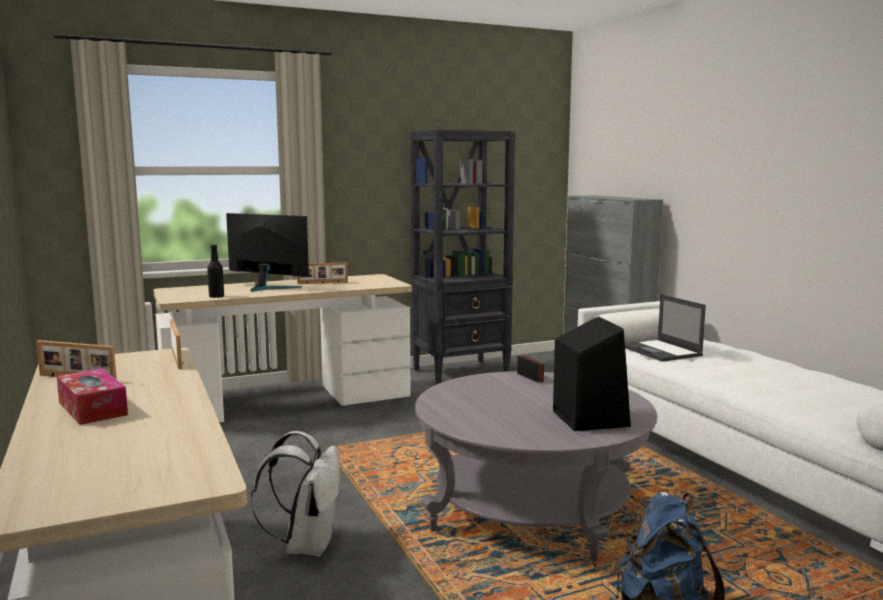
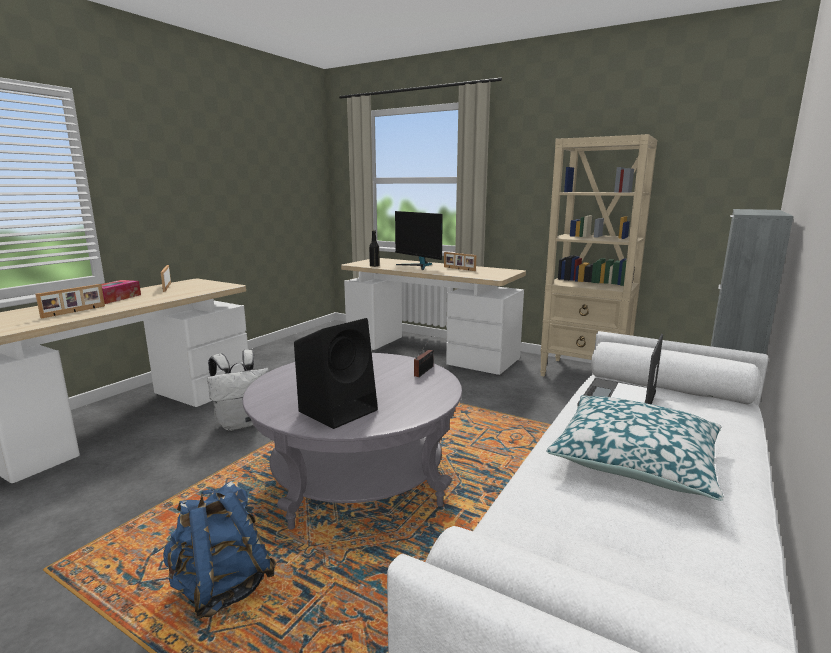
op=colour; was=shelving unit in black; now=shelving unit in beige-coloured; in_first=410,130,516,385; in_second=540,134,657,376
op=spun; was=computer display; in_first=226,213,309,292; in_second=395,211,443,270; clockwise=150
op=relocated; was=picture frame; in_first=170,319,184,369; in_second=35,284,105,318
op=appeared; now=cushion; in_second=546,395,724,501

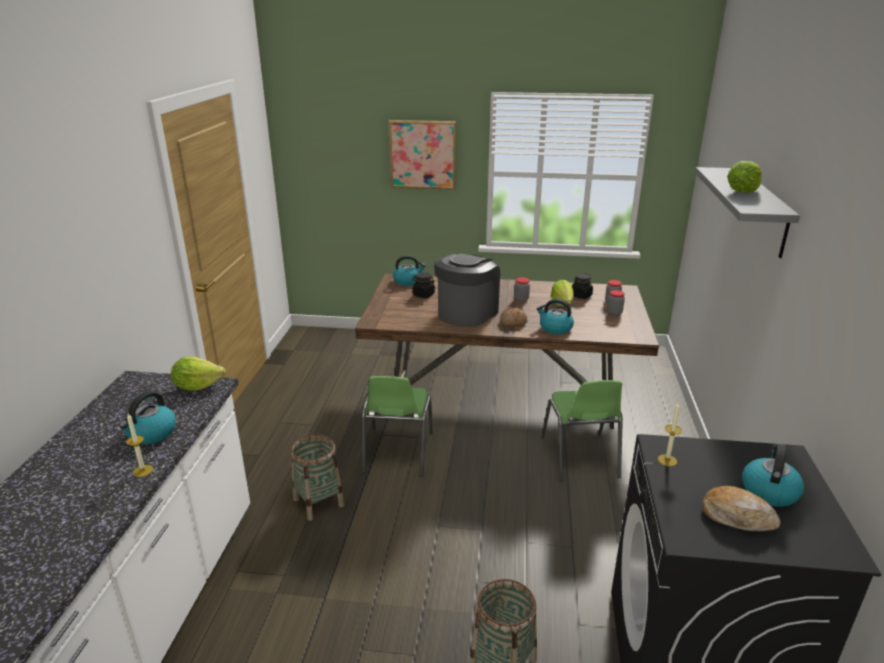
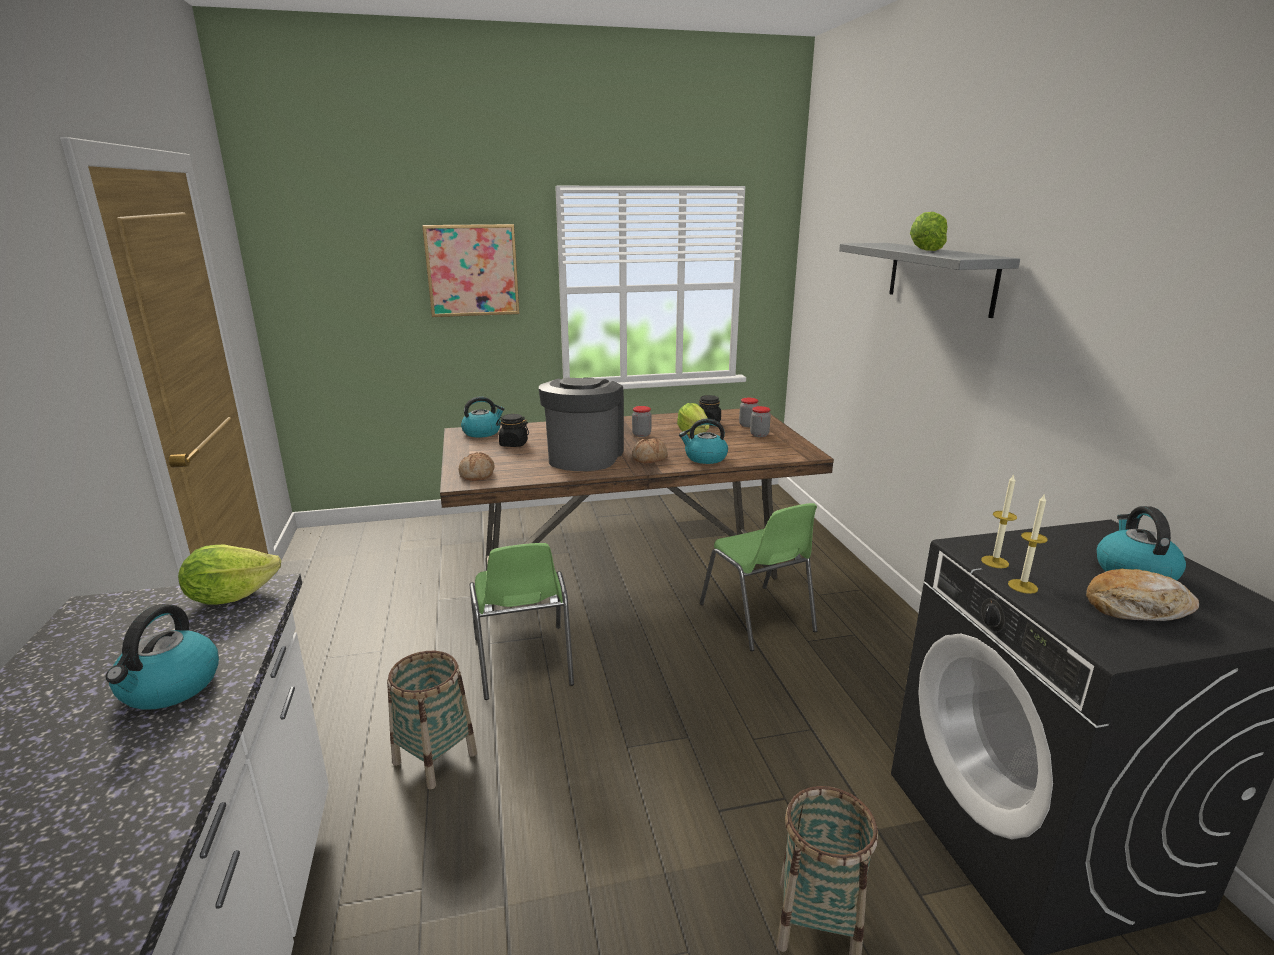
op=relocated; was=wax candle; in_first=126,414,153,477; in_second=1008,493,1048,594
op=appeared; now=baked bread; in_second=459,452,495,481

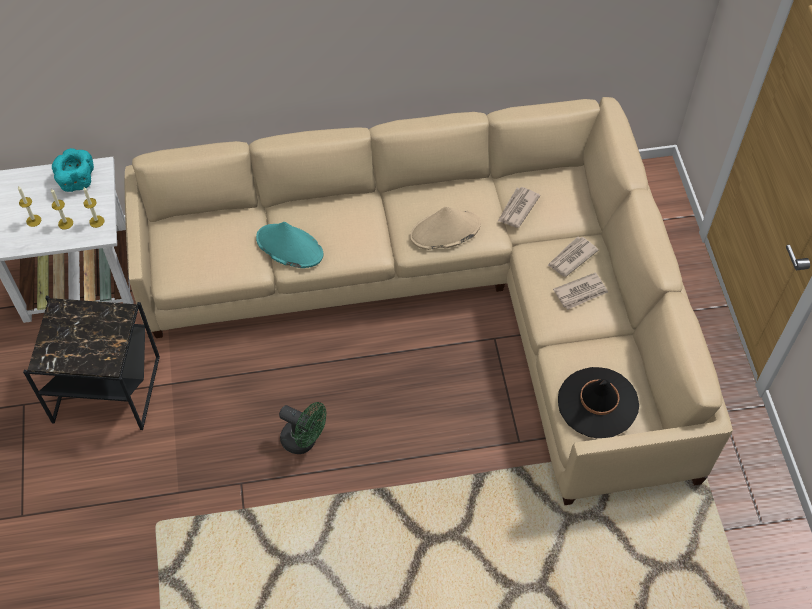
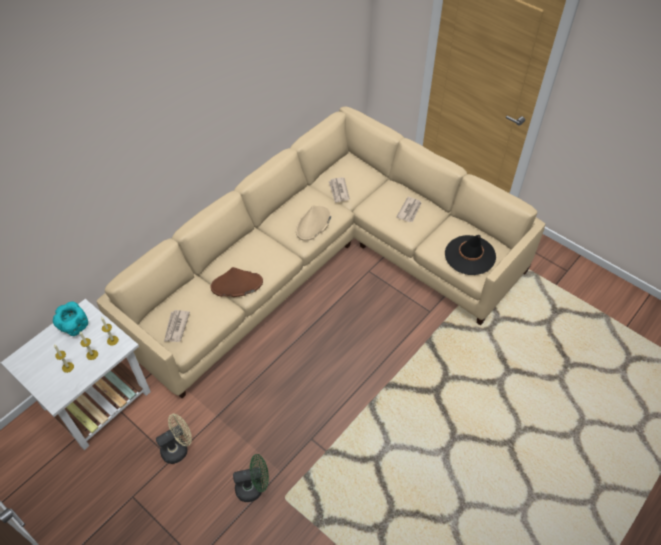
op=colour; was=wearable hat in turquoise-coloured; now=wearable hat in brownish; in_first=256,222,323,268; in_second=210,267,263,297
op=relocated; was=newspaper; in_first=547,237,599,277; in_second=164,310,190,342
op=exchanged; was=end table in black; now=fan in beige-coloured; in_first=23,296,160,430; in_second=156,414,192,464
op=relocated; was=fan in green-coloured; in_first=279,402,326,454; in_second=233,454,269,502

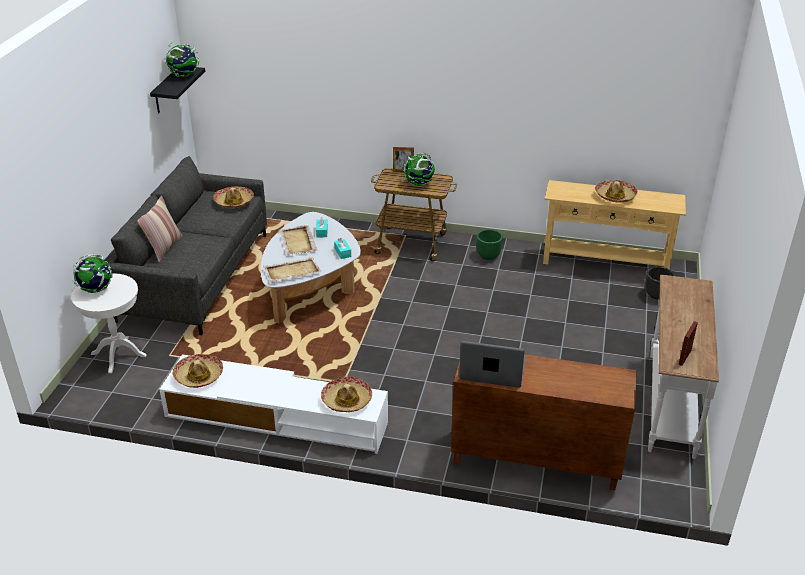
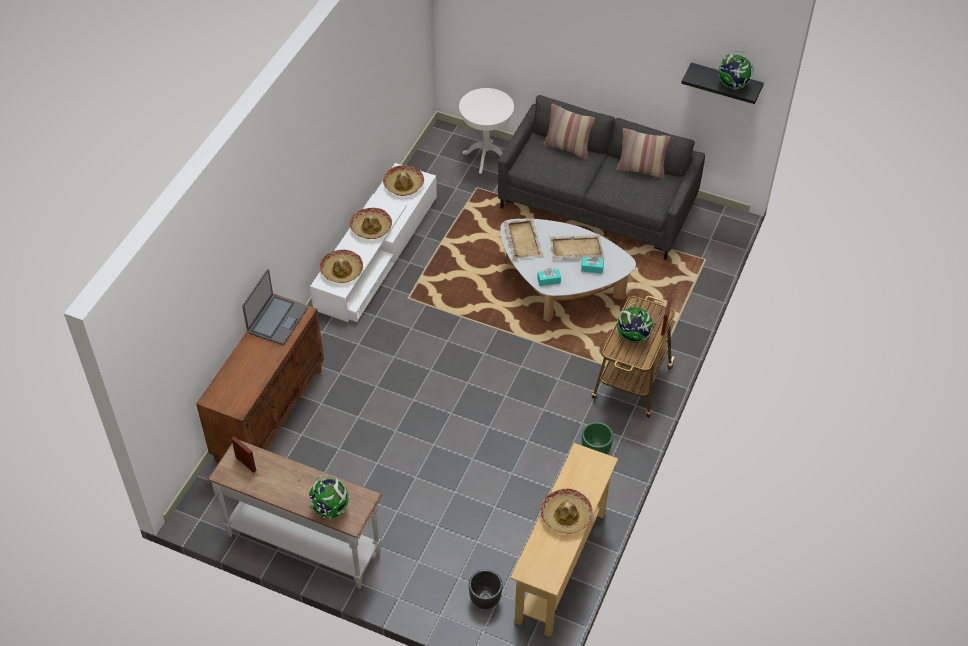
op=relocated; was=wearable hat; in_first=213,186,254,208; in_second=349,208,392,239
op=relocated; was=desk globe; in_first=73,254,113,293; in_second=309,475,350,519
op=appeared; now=cushion; in_second=617,128,671,179

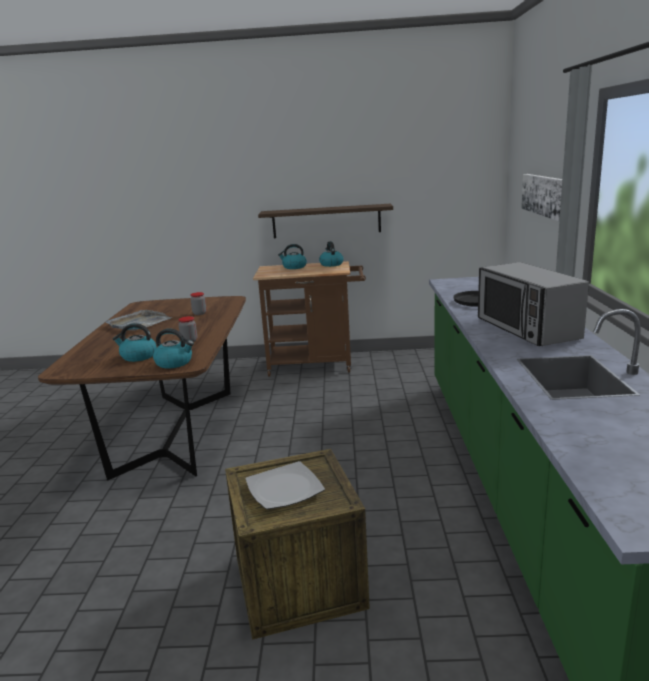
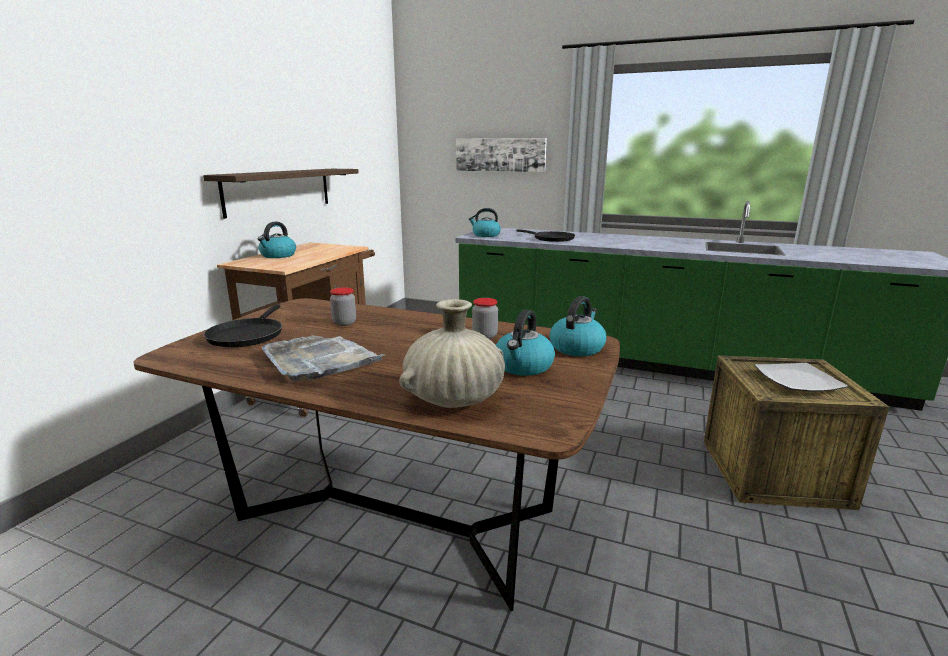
op=relocated; was=water kettle; in_first=319,241,344,267; in_second=468,208,501,237
op=missing; was=microwave; in_first=478,262,589,346
op=appeared; now=vase in beige-coloured; in_second=399,299,505,408
op=appeared; now=skillet in black; in_second=204,305,282,347

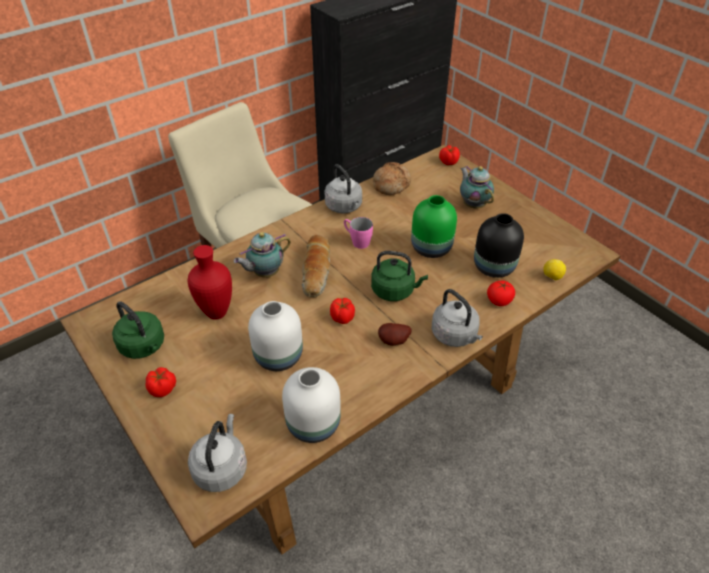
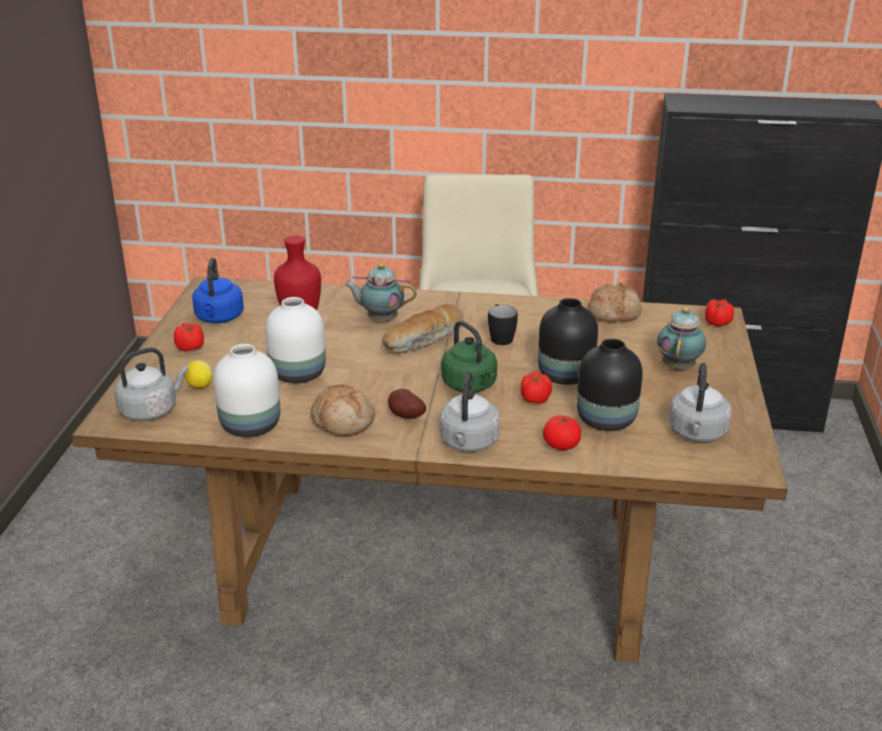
op=relocated; was=water kettle in greyish; in_first=325,164,362,214; in_second=668,362,732,442
op=colour; was=vase in green-coloured; now=vase in black; in_first=411,195,457,258; in_second=538,298,598,385
op=colour; was=coffee mug in pinkish; now=coffee mug in black; in_first=344,217,373,249; in_second=488,304,518,345
op=relocated; was=lemon; in_first=543,259,566,280; in_second=184,360,213,388
op=relocated; was=whole tomato; in_first=330,298,355,324; in_second=520,372,552,404
op=colour; was=water kettle in green-coloured; now=water kettle in blue; in_first=112,301,164,359; in_second=192,257,244,323
op=appeared; now=baked bread; in_second=311,384,375,436

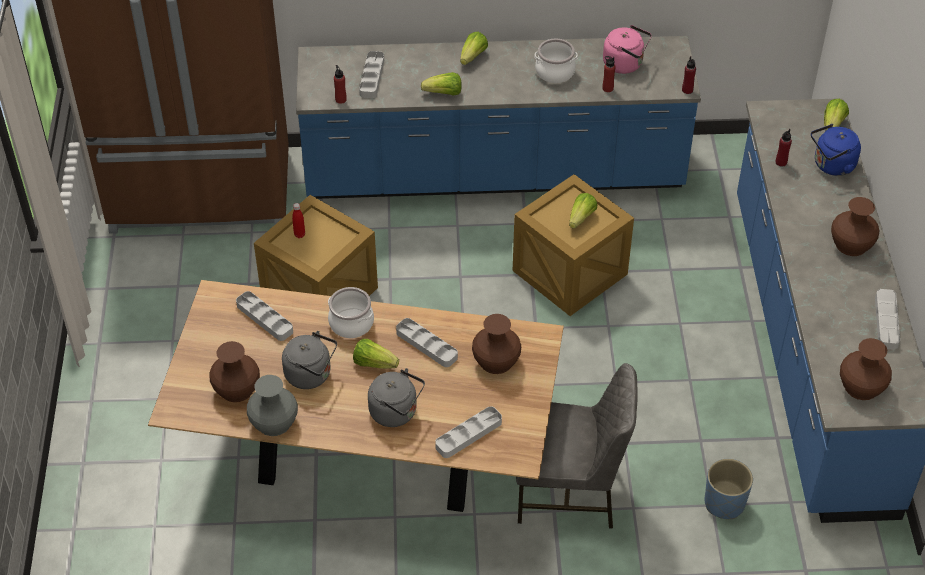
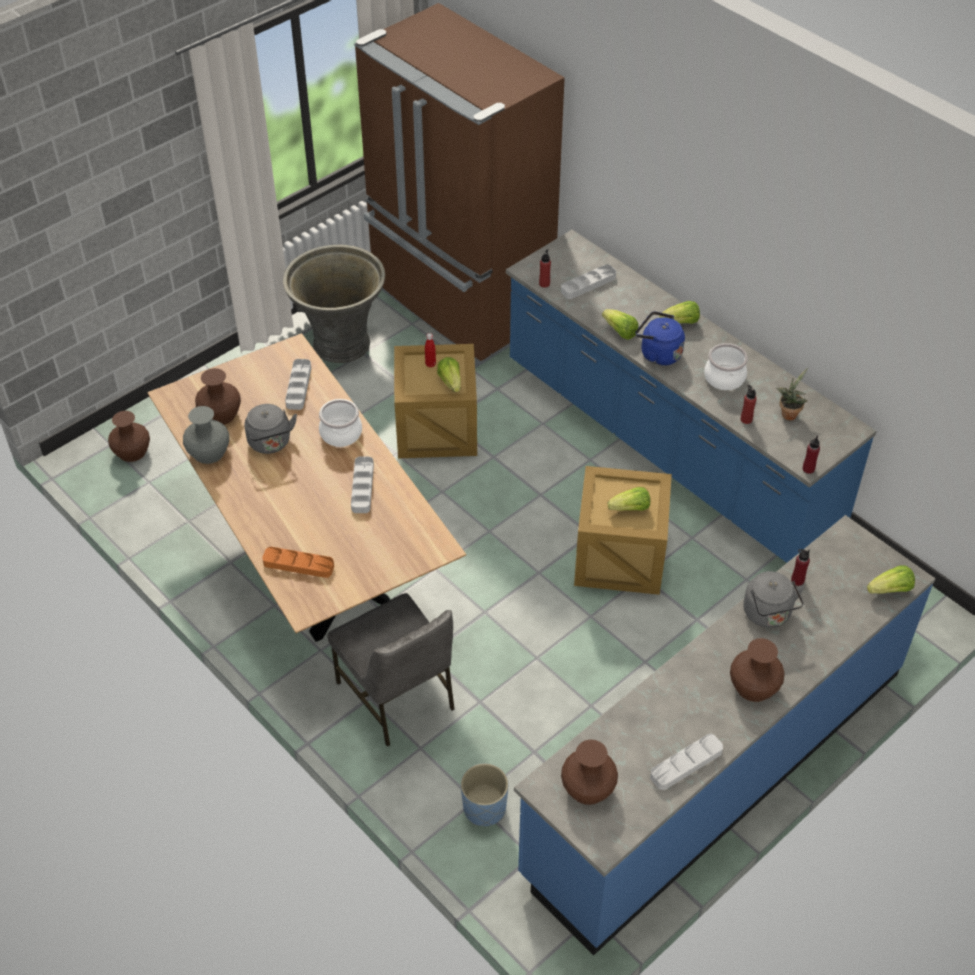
op=exchanged; was=water kettle in pinkish; now=potted plant; in_first=603,25,652,74; in_second=776,368,808,420
op=relocated; was=water kettle in blue; in_first=811,124,861,176; in_second=635,311,685,366
op=relocated; was=vase in brownish; in_first=472,314,521,374; in_second=108,411,150,462
op=relocated; was=lettuce; in_first=353,339,399,369; in_second=437,357,461,392
op=relocated; was=water kettle in greyish; in_first=368,368,425,427; in_second=743,571,804,628
op=colour; was=tray in greyish; now=tray in orange-coloured; in_first=435,406,502,458; in_second=262,547,334,578
op=appeared; now=flower pot in greyish; in_second=283,245,385,363

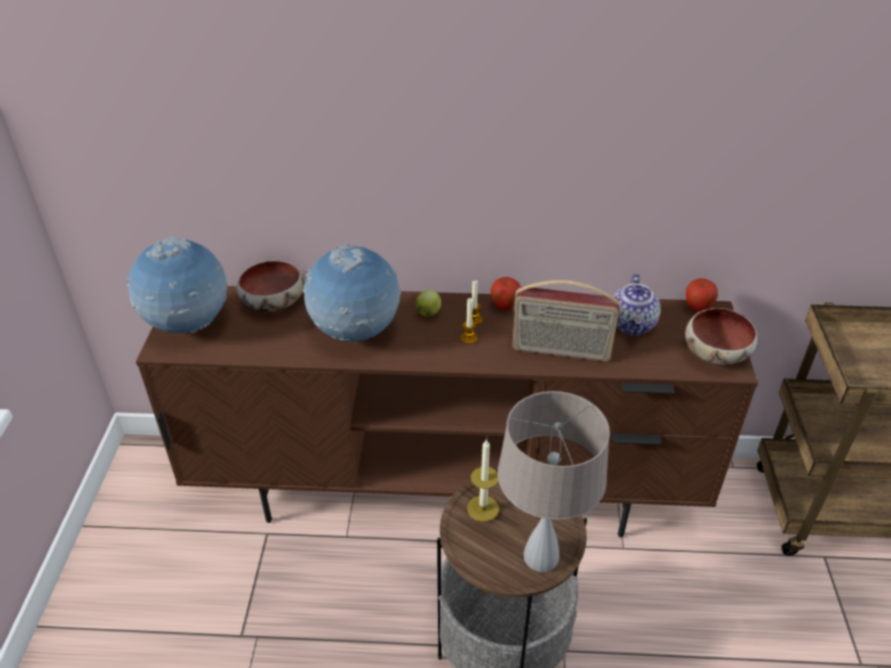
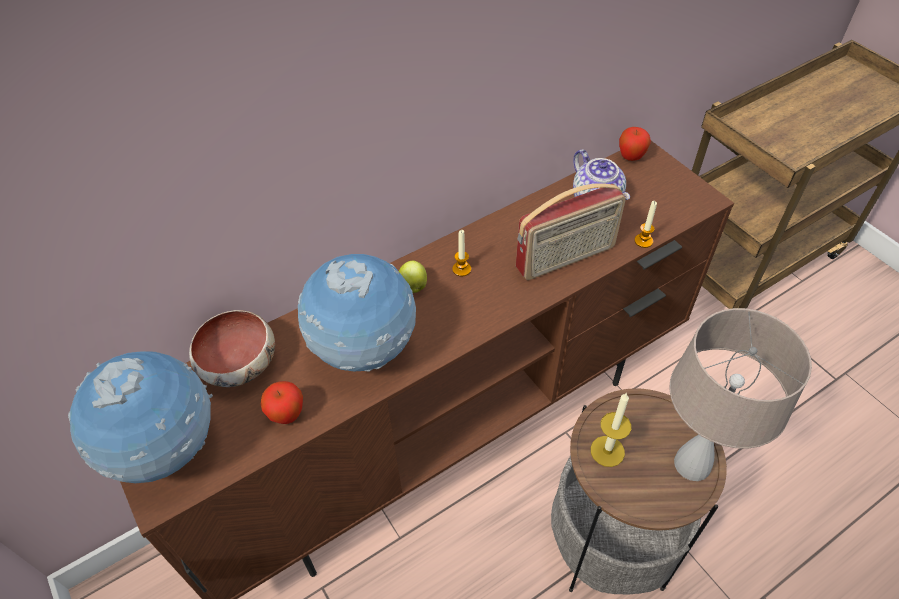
op=relocated; was=apple; in_first=490,277,521,310; in_second=261,381,303,424
op=relocated; was=wax candle; in_first=460,298,478,344; in_second=634,201,657,248
op=missing; was=serving bowl; in_first=685,308,758,365

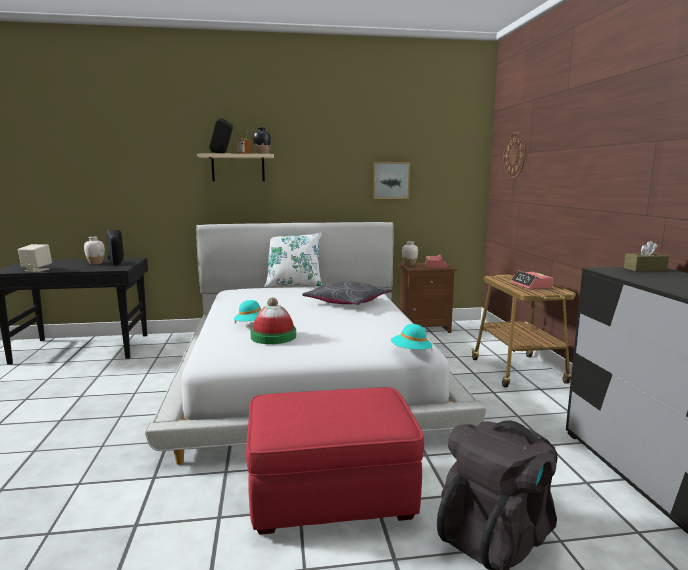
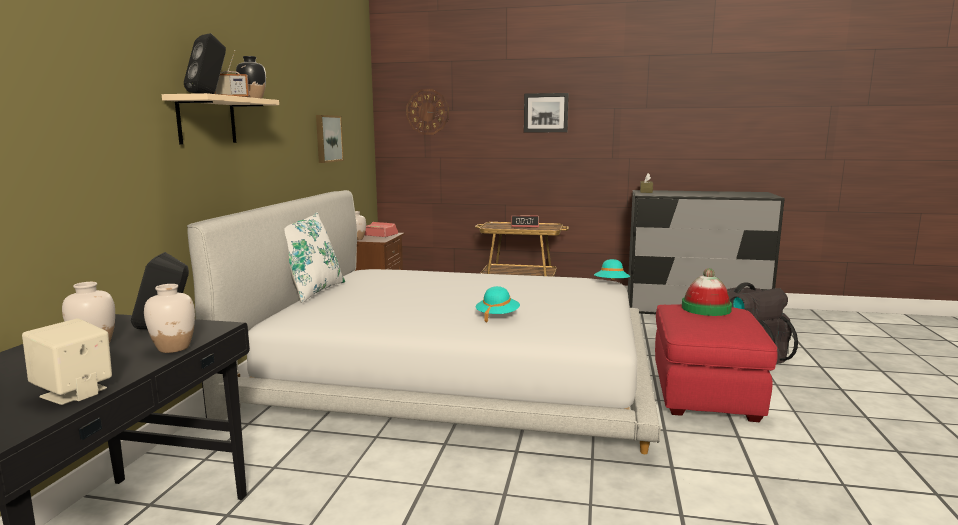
op=missing; was=cushion in greyish; in_first=302,281,392,305
op=relocated; was=wearable hat; in_first=251,298,296,344; in_second=682,268,732,316
op=appeared; now=wall art; in_second=524,93,569,132
op=appeared; now=vase in white-coloured; in_second=144,284,195,353

